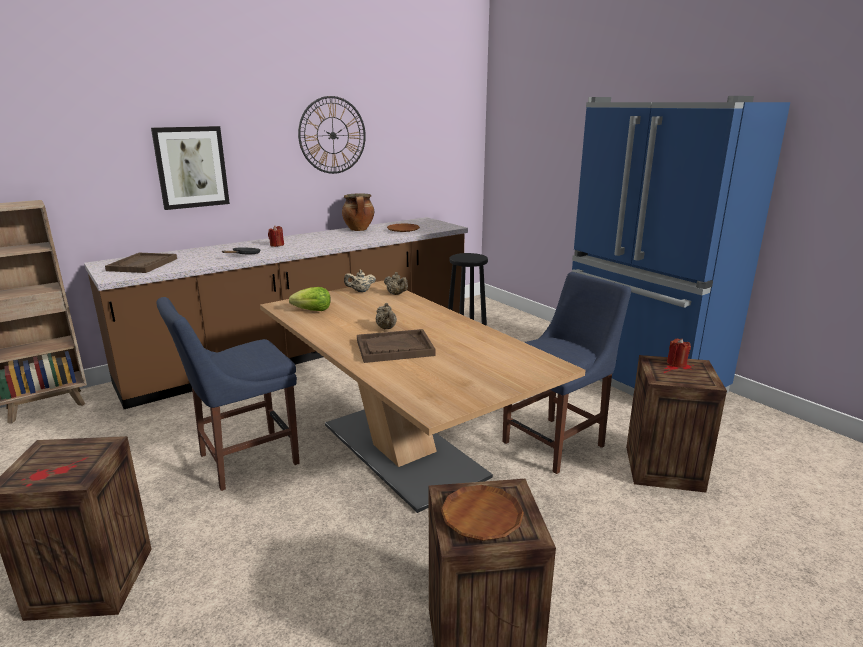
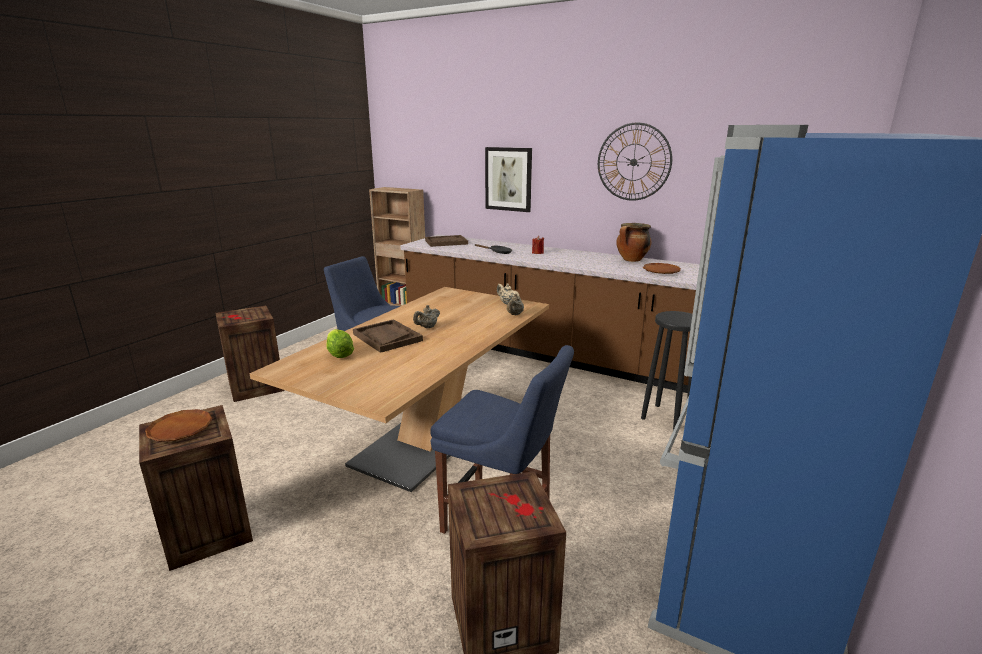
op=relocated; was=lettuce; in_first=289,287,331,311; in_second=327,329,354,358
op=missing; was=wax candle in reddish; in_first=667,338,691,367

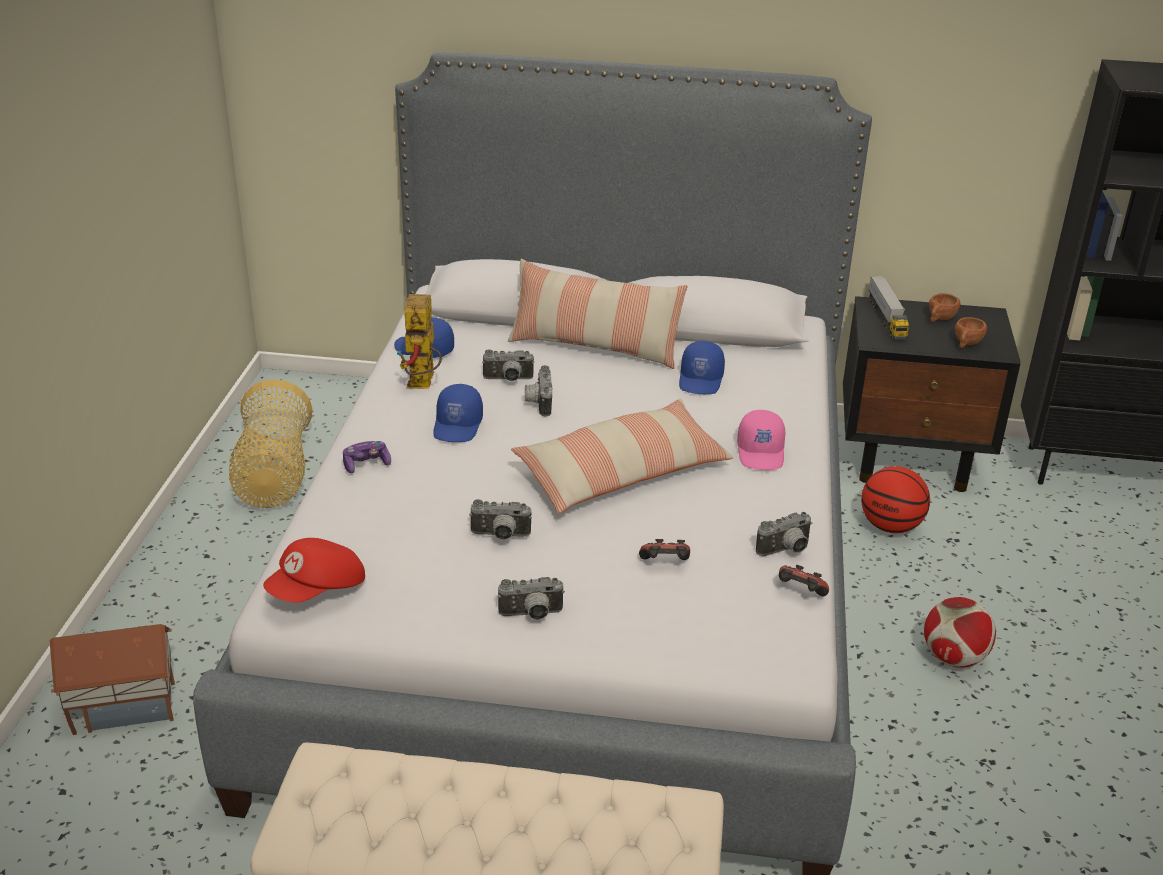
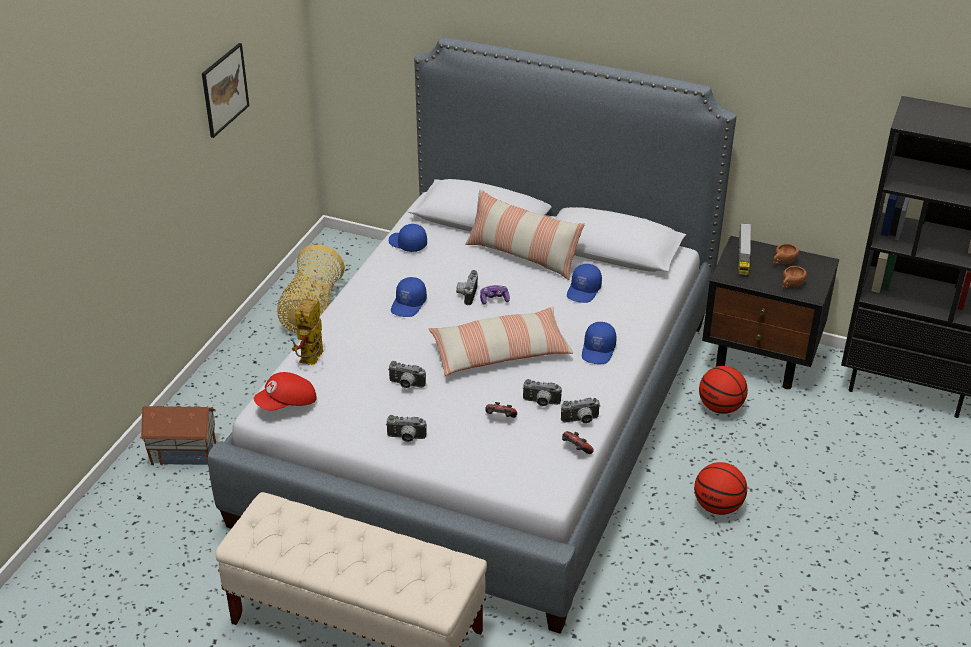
op=relocated; was=robot figure; in_first=397,294,442,389; in_second=290,298,323,365
op=relocated; was=still camera; in_first=482,349,534,381; in_second=522,379,562,406
op=colour; was=baseball cap in pinkish; now=baseball cap in blue; in_first=737,410,785,470; in_second=582,322,617,364
op=relocated; was=gamepad; in_first=343,441,391,473; in_second=480,285,510,305
op=exchanged; was=football; now=ball for basketball; in_first=924,597,996,668; in_second=694,462,747,515
op=appeared; now=wall art; in_second=202,43,249,138

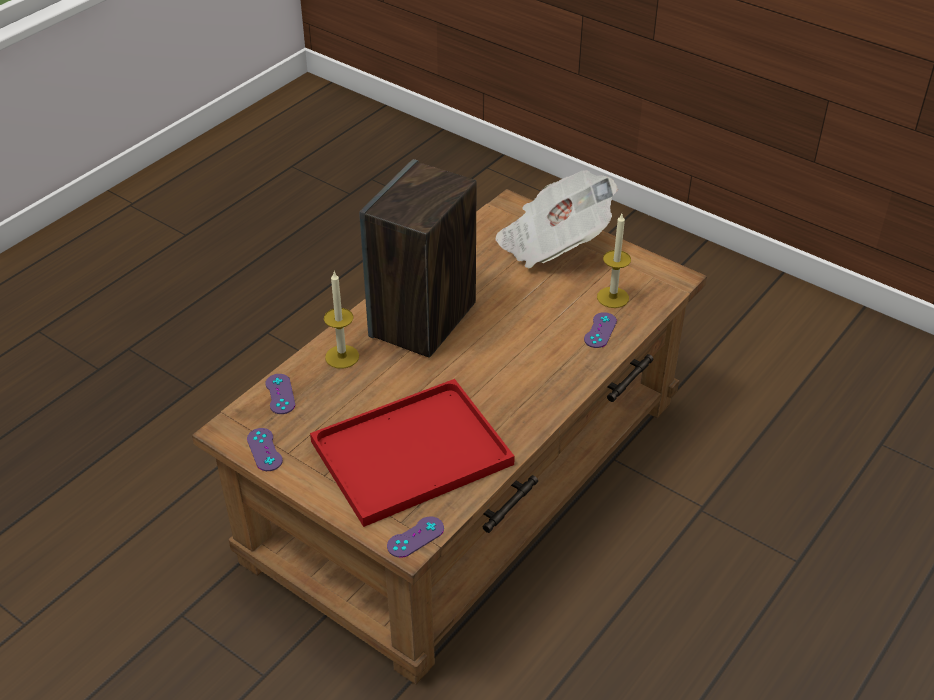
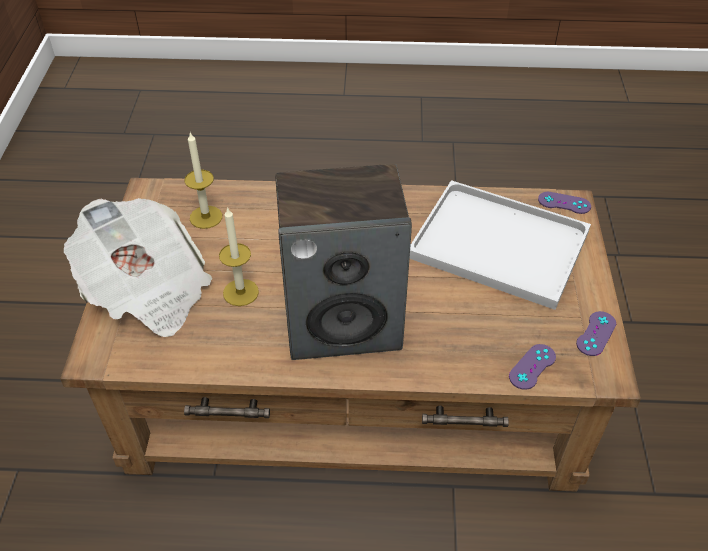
op=relocated; was=wax candle; in_first=324,272,359,369; in_second=219,207,259,306
op=missing; was=gamepad in purple; in_first=584,312,617,348
op=colour; was=tray in reddish; now=tray in white-coloured; in_first=310,379,515,527; in_second=409,180,591,310

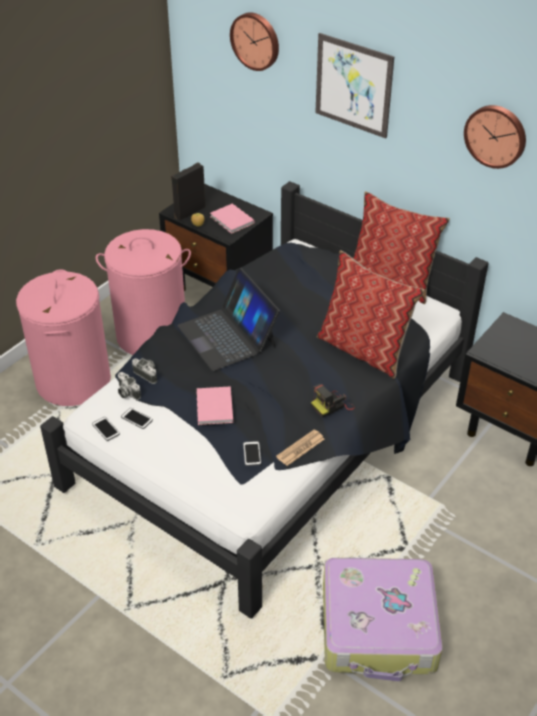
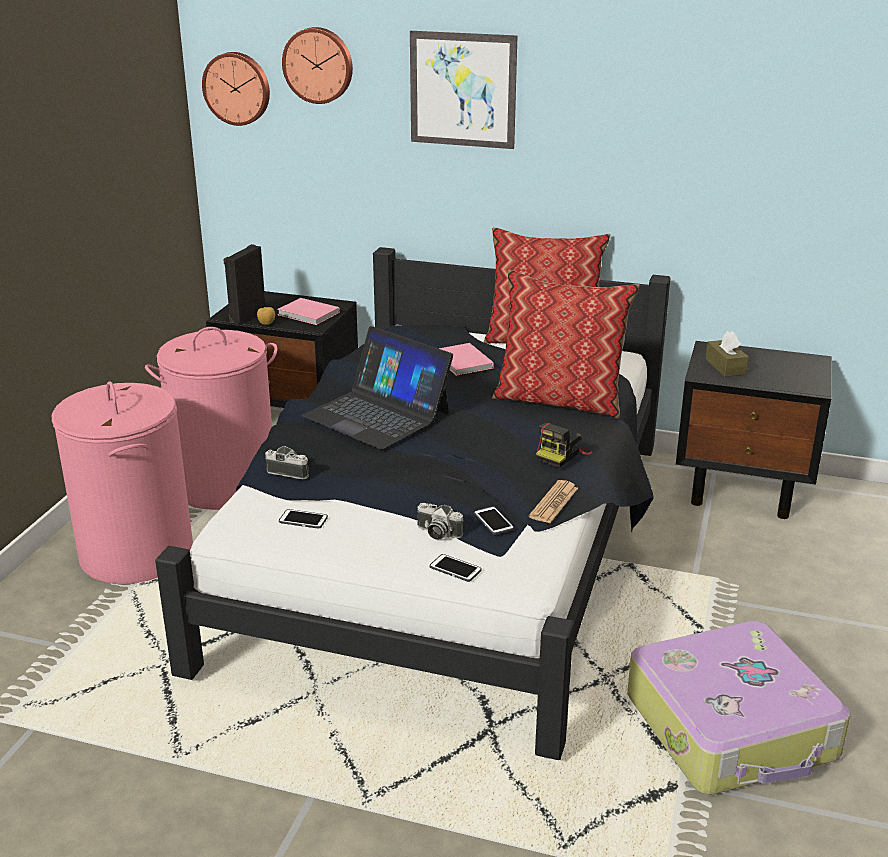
op=relocated; was=wall clock; in_first=464,105,526,169; in_second=202,52,270,126
op=relocated; was=still camera; in_first=118,372,141,400; in_second=417,503,463,540
op=relocated; was=bound book in pinkish; in_first=196,386,233,425; in_second=439,343,494,376
op=relocated; was=phone; in_first=92,417,120,441; in_second=430,554,482,582
op=appeared; now=tissue holder in brownish; in_second=705,331,749,377

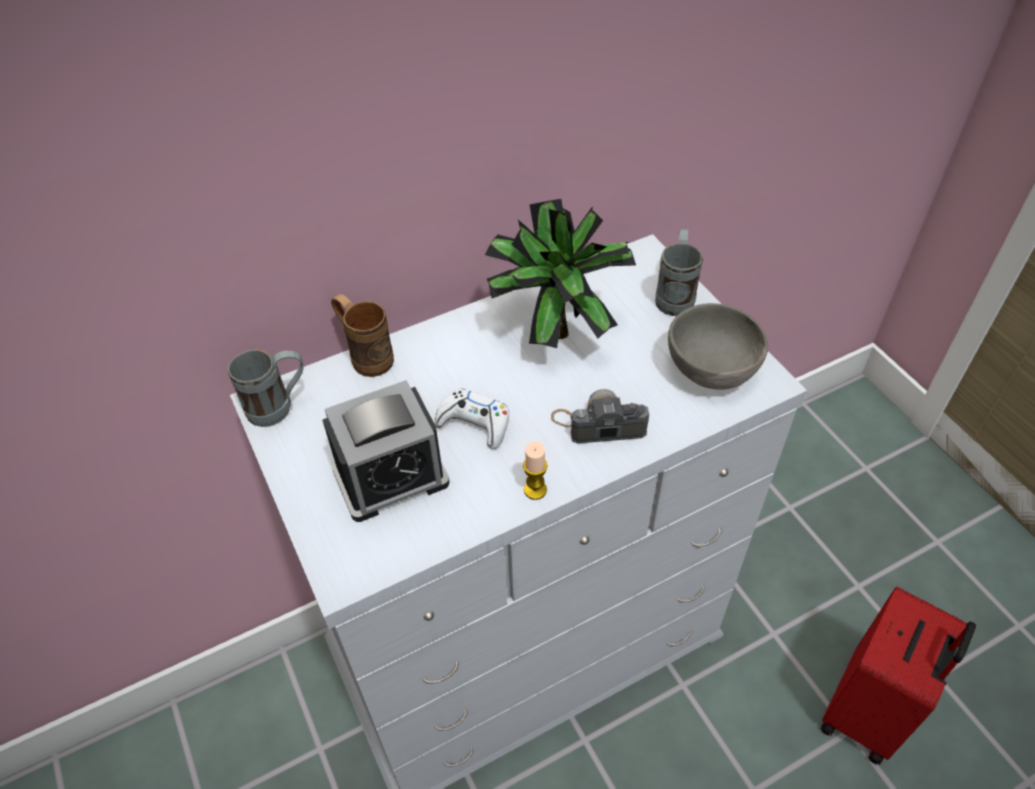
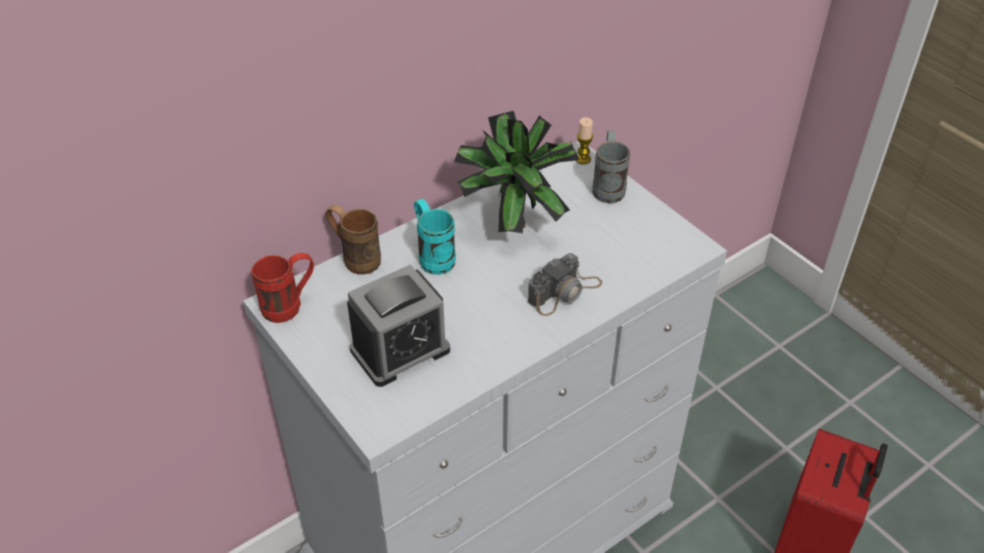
op=missing; was=serving bowl in greyish; in_first=668,303,768,390
op=colour; was=coffee mug in greyish; now=coffee mug in reddish; in_first=228,349,304,427; in_second=252,253,314,323
op=missing; was=gamepad in white-coloured; in_first=434,389,509,449
op=spun; was=still camera; in_first=551,389,649,443; in_second=528,253,602,316; clockwise=150
op=relocated; was=wax candle; in_first=523,441,548,500; in_second=576,117,593,164
op=appeared; now=coffee mug in turquoise-coloured; in_second=414,199,456,275

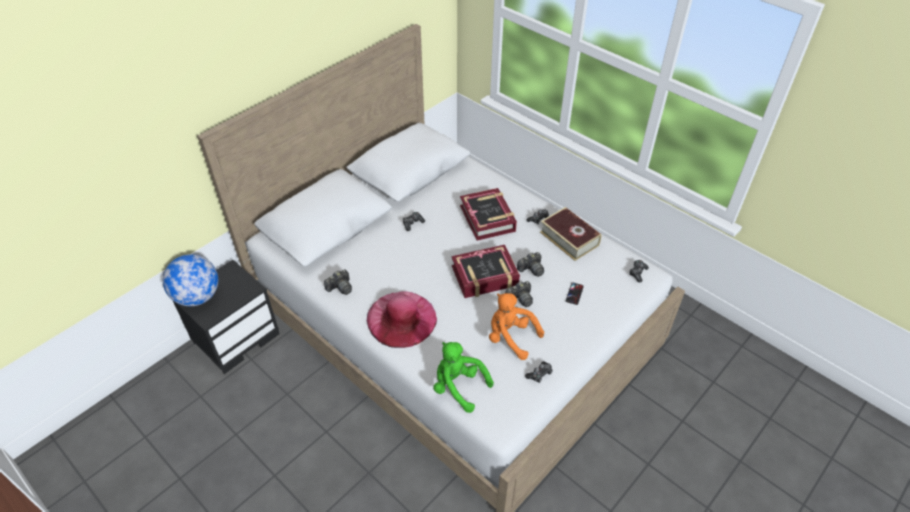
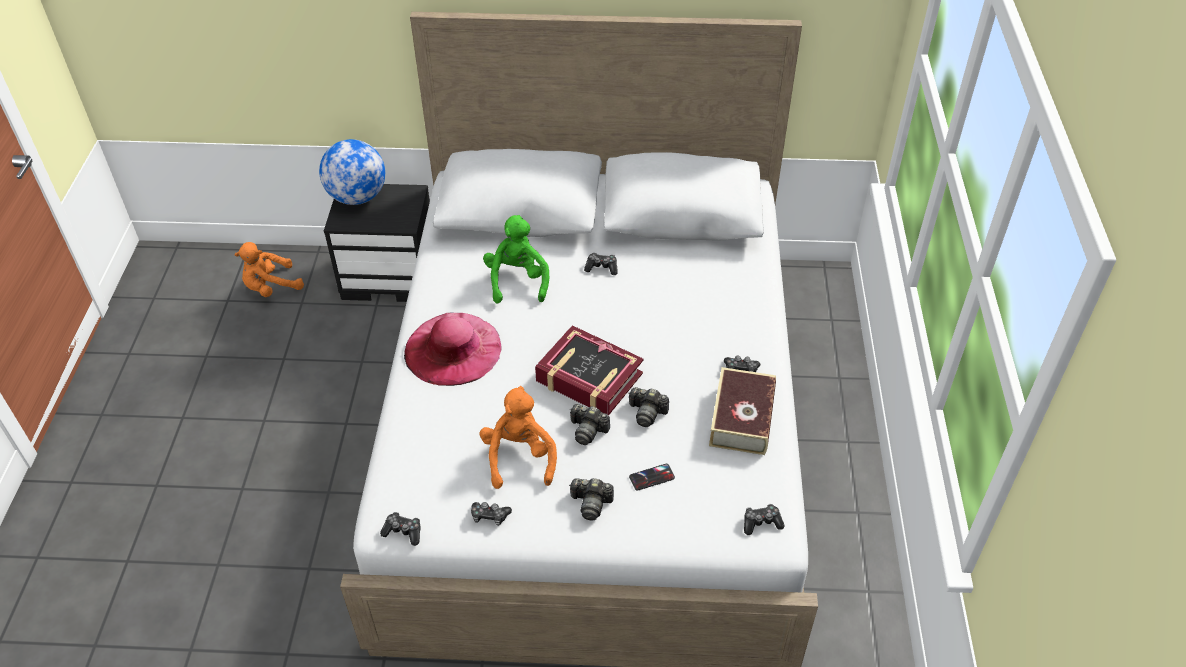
op=missing; was=bound book; in_first=460,188,517,241
op=relocated; was=still camera; in_first=324,269,352,295; in_second=569,478,614,521
op=relocated; was=plush toy in green-coloured; in_first=433,342,494,413; in_second=483,215,549,304
op=appeared; now=plush toy in orange-coloured; in_second=234,242,304,297
op=appeared; now=gamepad; in_second=380,512,421,546

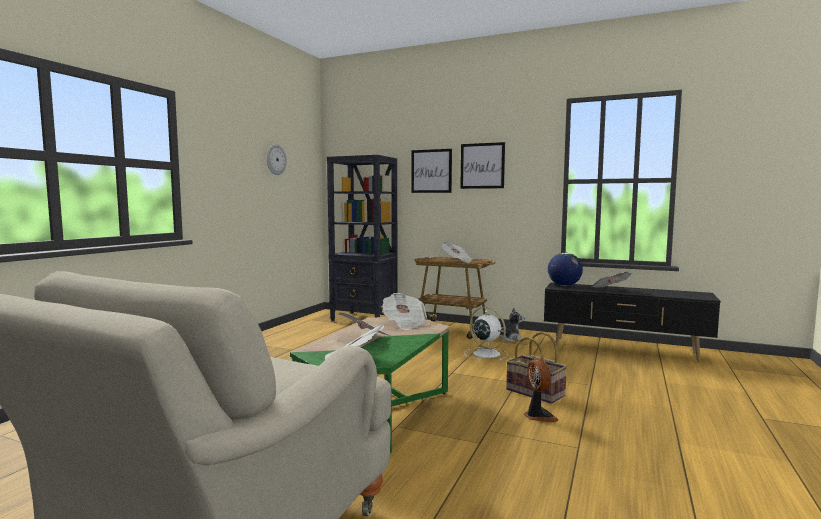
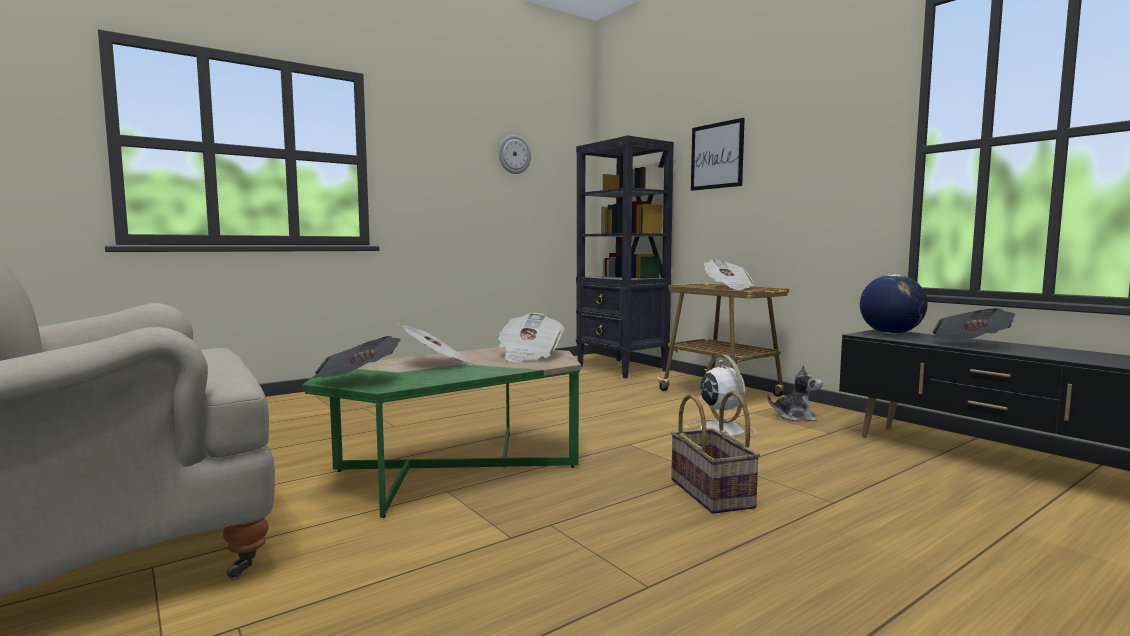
op=missing; was=wall art; in_first=460,142,505,189
op=missing; was=fan; in_first=524,359,559,422

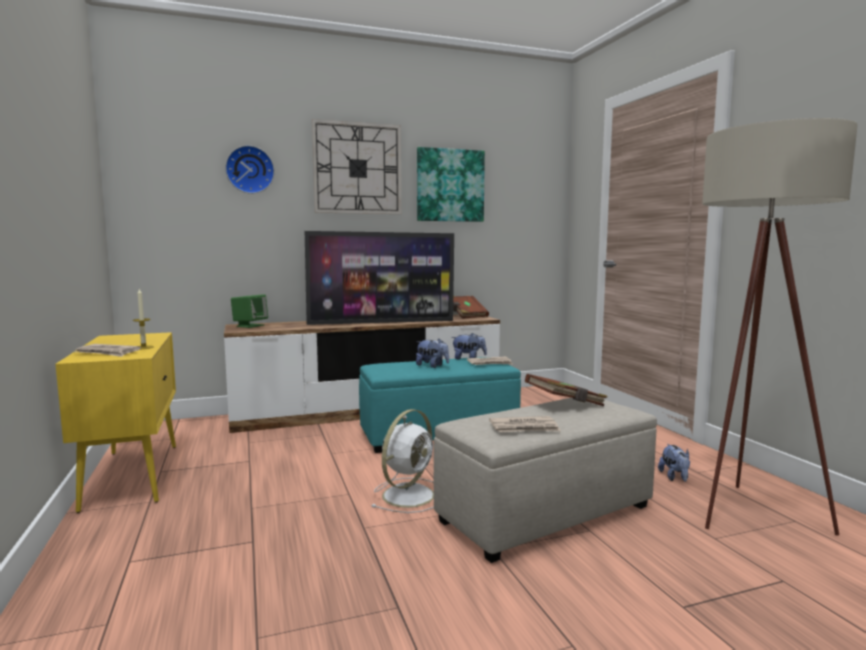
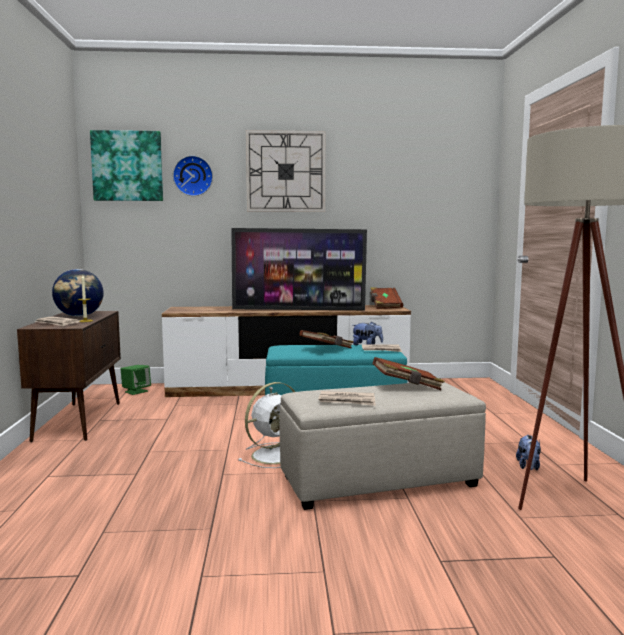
op=relocated; was=wall art; in_first=417,147,485,222; in_second=90,130,163,201
op=relocated; was=loudspeaker in green-coloured; in_first=231,294,268,328; in_second=121,365,151,395
op=colour; was=cabinet in yellow-coloured; now=cabinet in brownish; in_first=55,332,176,513; in_second=17,311,121,442
op=exchanged; was=plush toy; now=bound book in brownish; in_first=416,339,449,368; in_second=299,330,353,349
op=appeared; now=desk globe; in_second=52,269,103,317

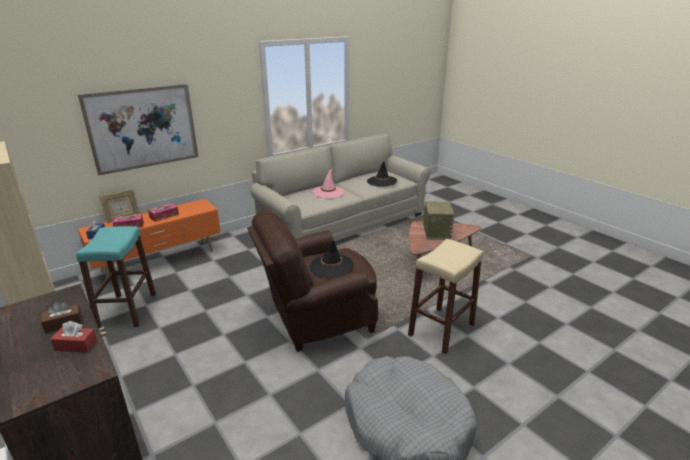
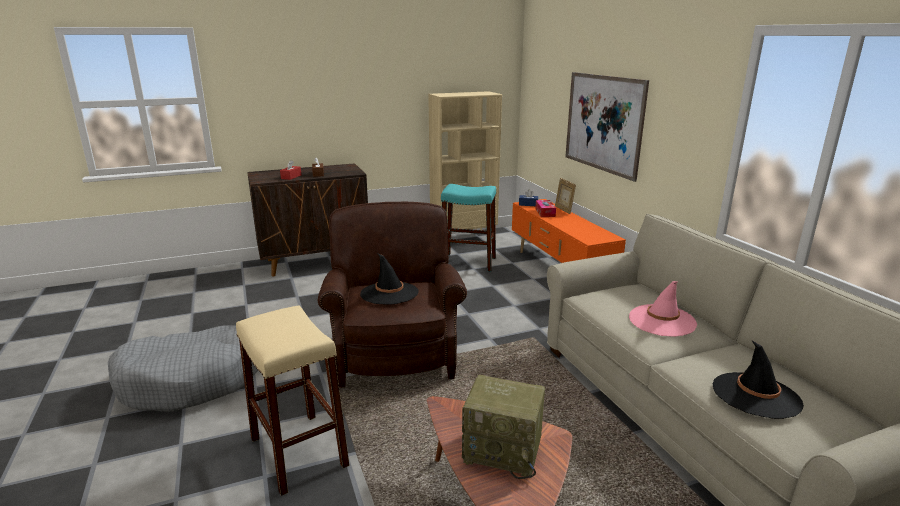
op=missing; was=tissue holder; in_first=148,203,179,222

